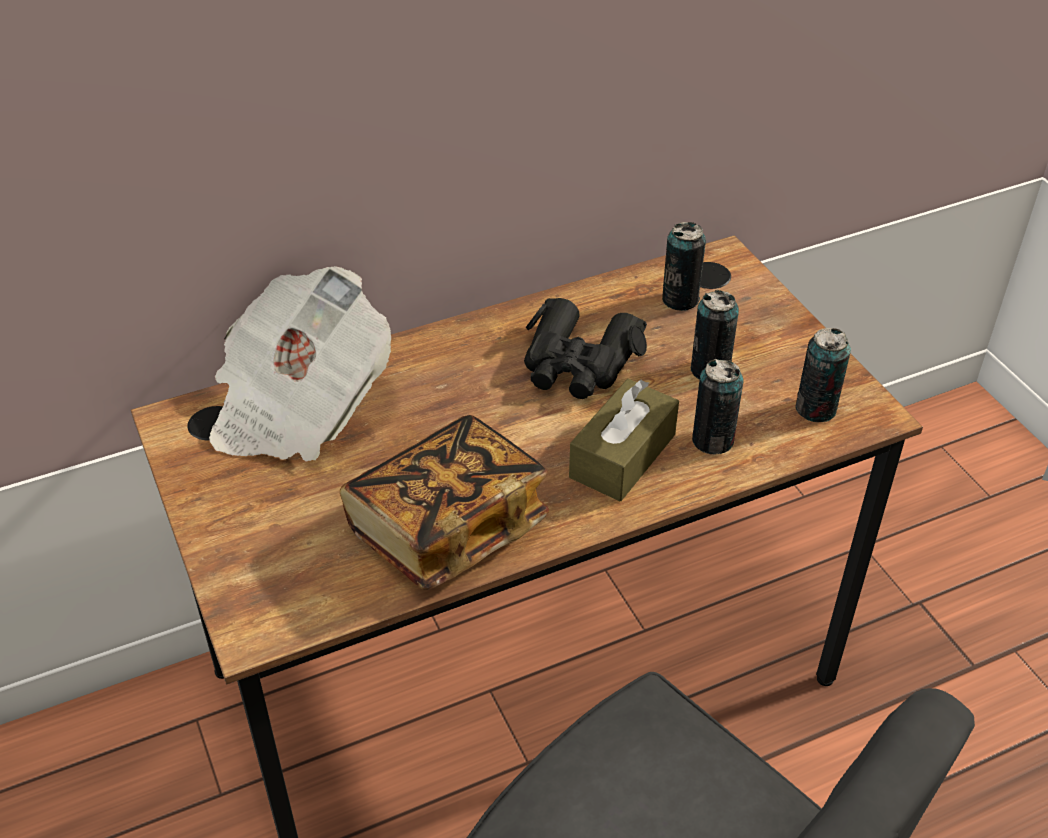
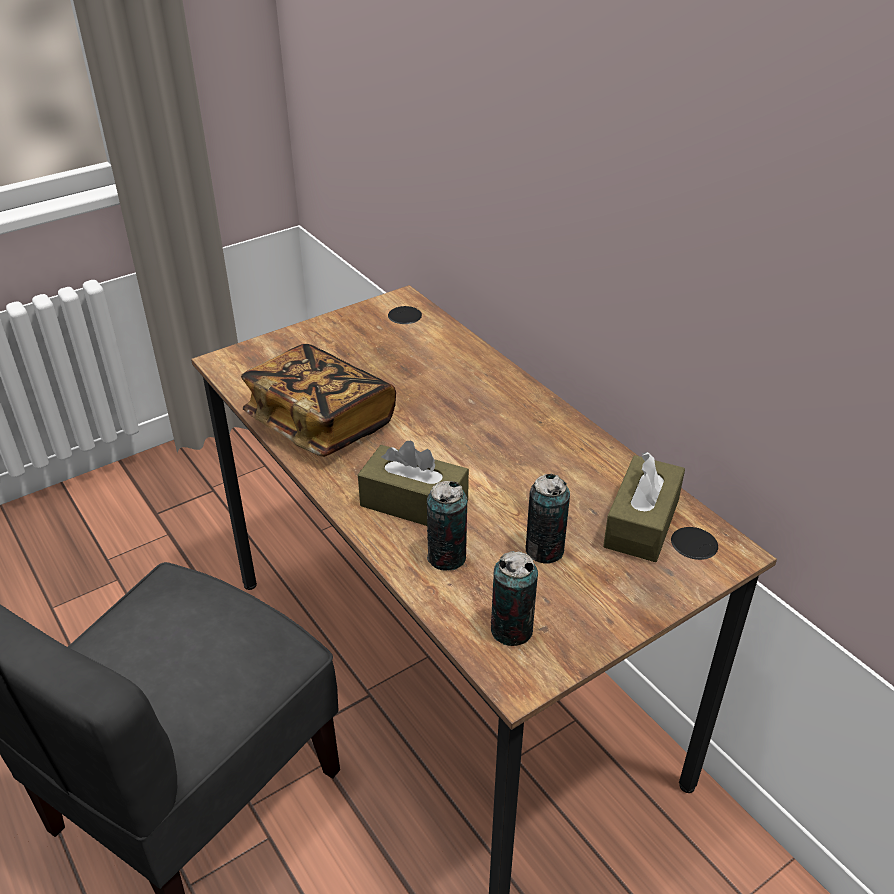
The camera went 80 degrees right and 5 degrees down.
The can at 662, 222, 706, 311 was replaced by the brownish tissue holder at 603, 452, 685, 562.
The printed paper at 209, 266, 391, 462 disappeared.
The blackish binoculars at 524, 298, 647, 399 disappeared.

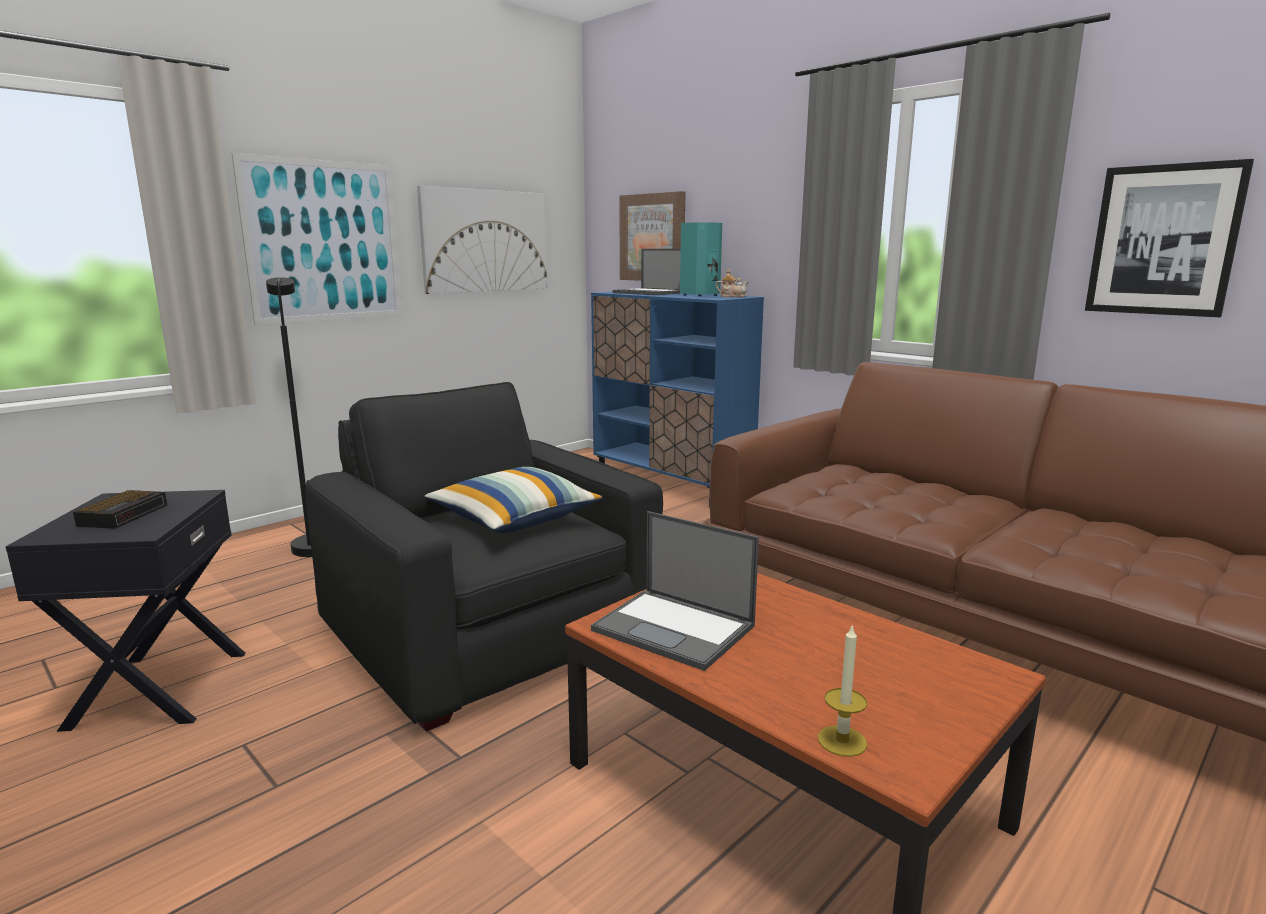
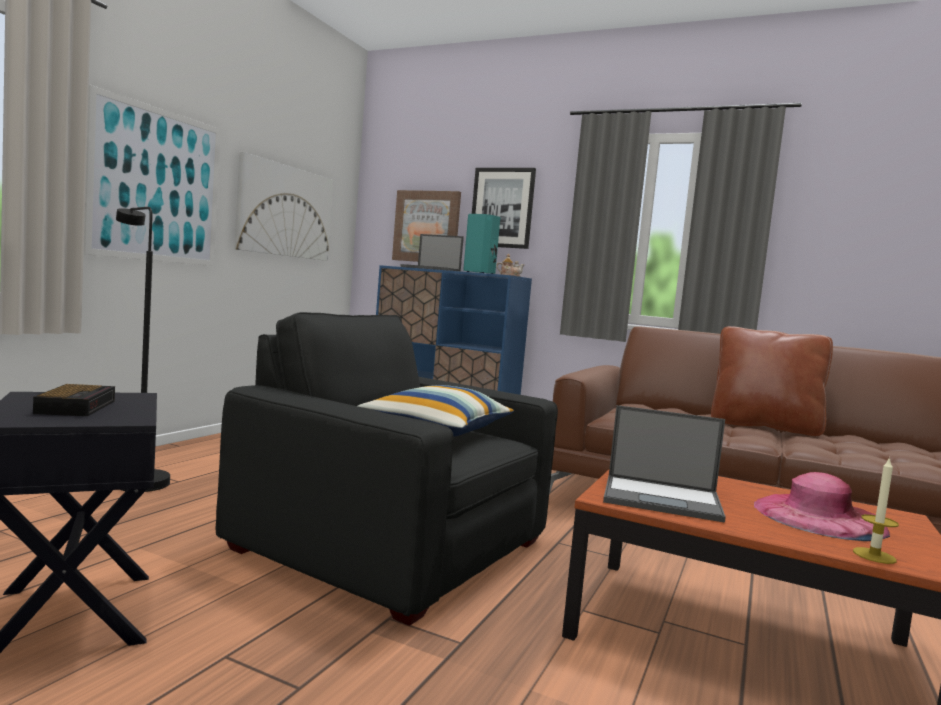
The camera went 20 degrees left and 10 degrees down.
The wall art moved from 1085, 159, 1254, 317 to 472, 168, 536, 249.
The brownish pillow at 711, 326, 833, 436 appeared.
The pink clothing hat at 754, 472, 890, 541 appeared.

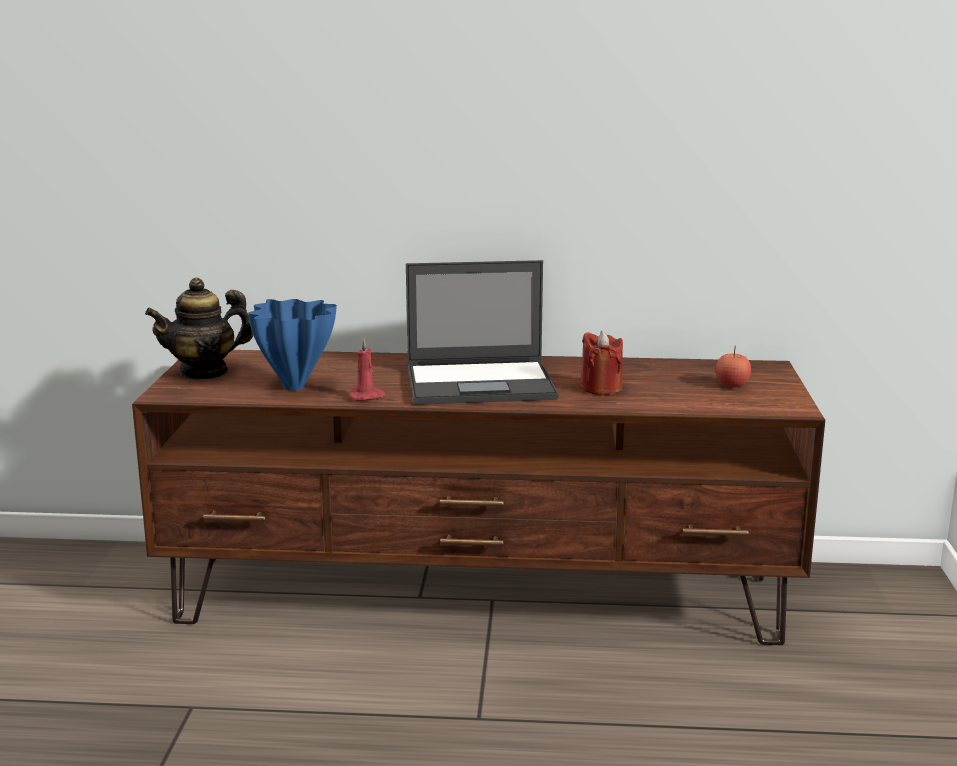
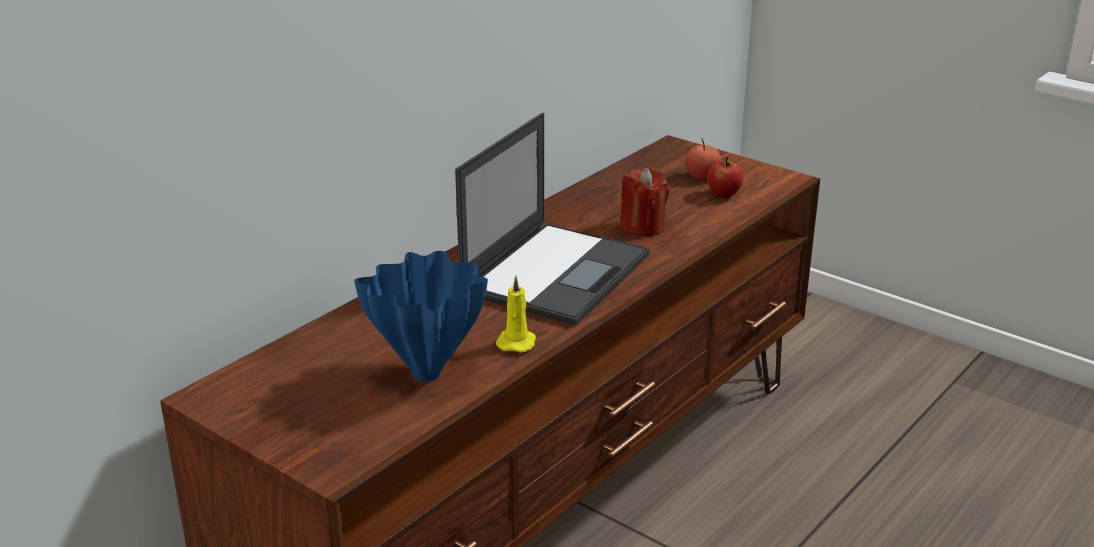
The camera went 55 degrees left and 10 degrees up.
The tea pot at 145, 277, 253, 380 disappeared.
The red-coloured wax light at 348, 338, 385, 400 became the yellow wax light at 496, 276, 536, 353.
The apple at 707, 156, 743, 198 appeared.

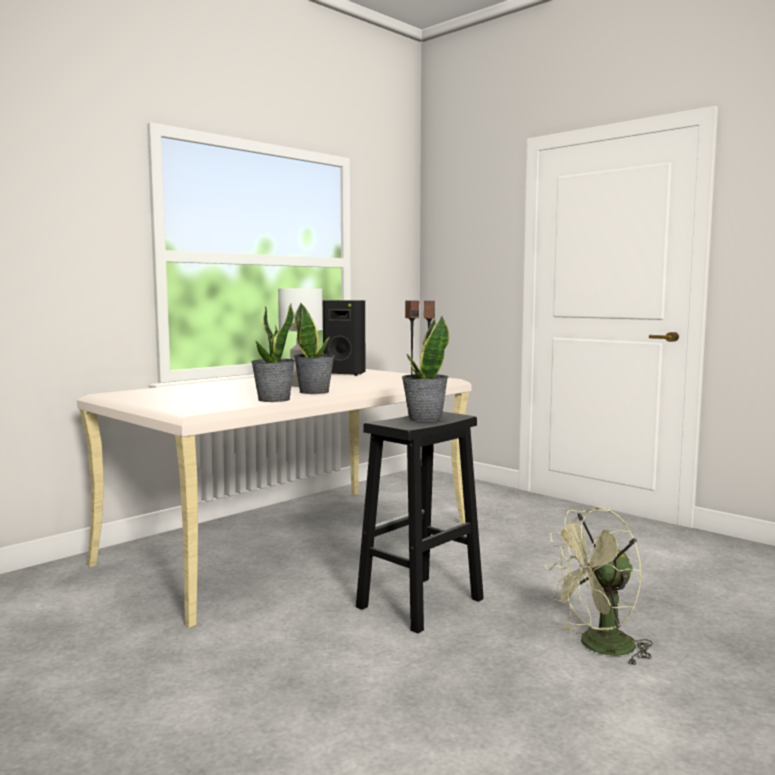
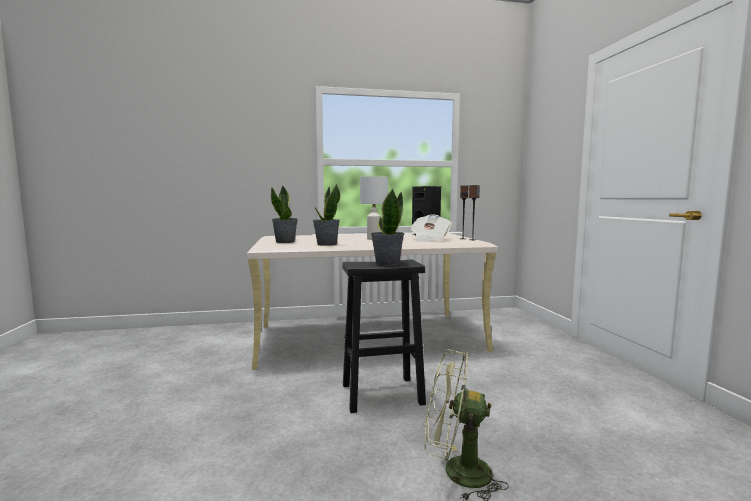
The camera went 35 degrees right and 0 degrees up.
The houseplant moved from 294, 303, 335, 394 to 271, 185, 297, 243.
The printed paper at 410, 214, 452, 242 appeared.

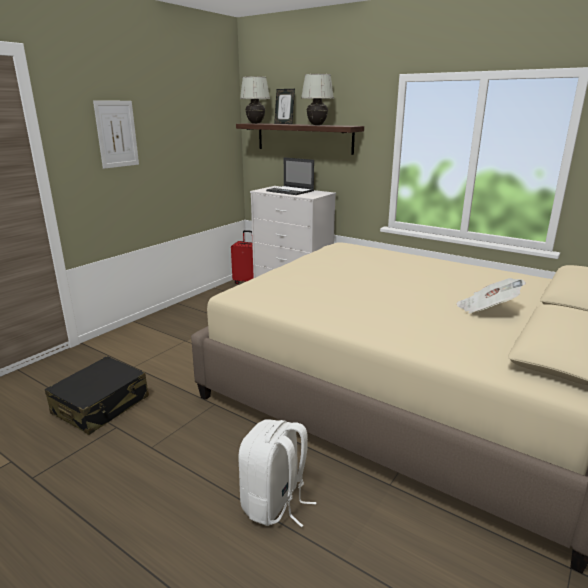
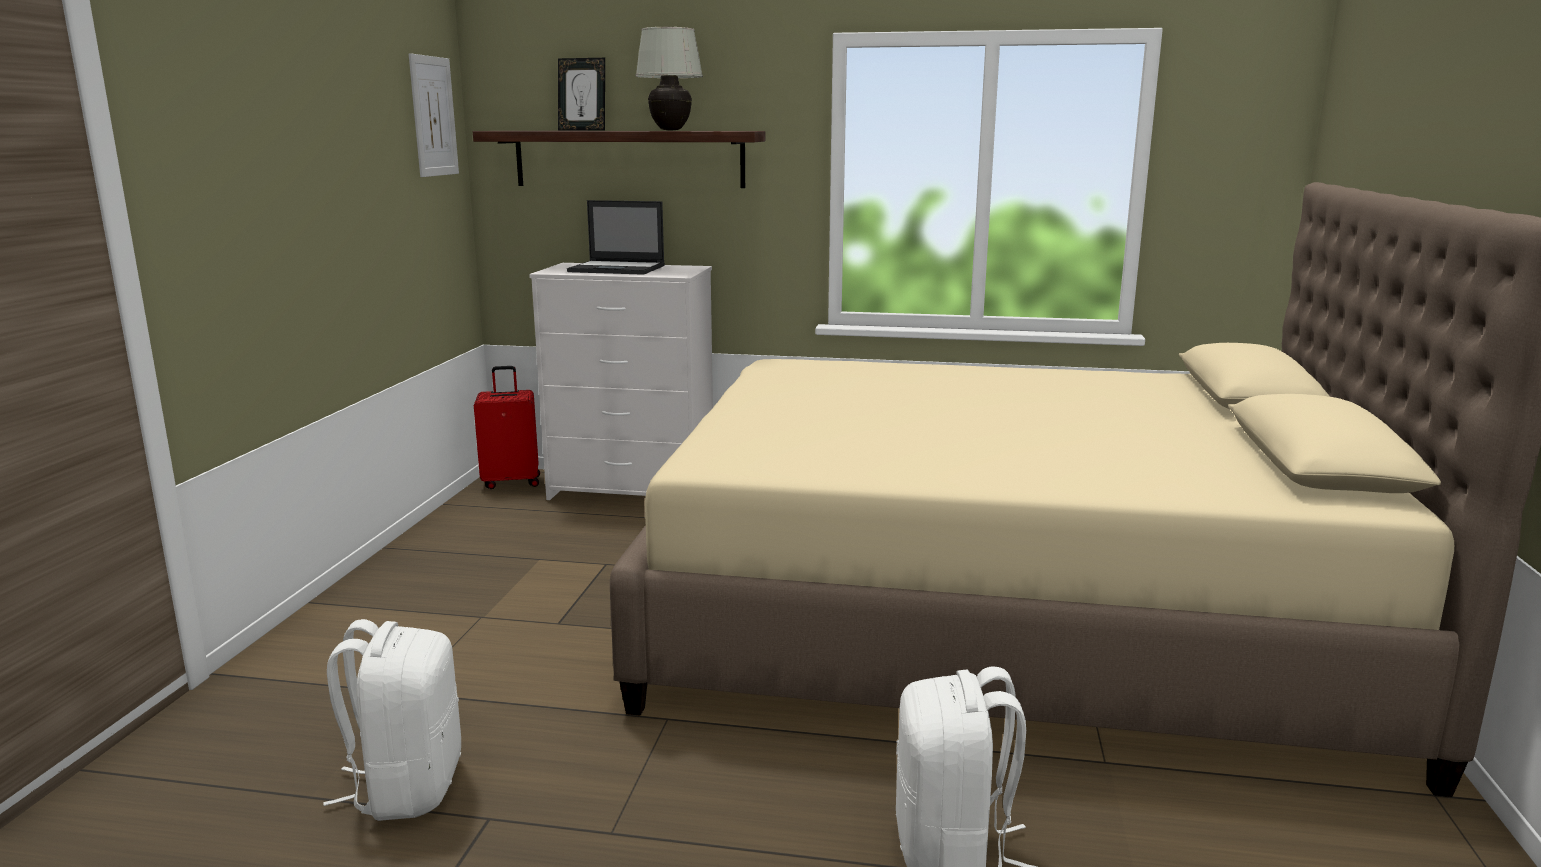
The camera went 25 degrees left and 5 degrees down.
The whitish tabletop lamp at 240, 76, 270, 124 disappeared.
The wall art moved from 93, 100, 139, 169 to 409, 53, 459, 177.
The printed paper at 456, 278, 526, 313 disappeared.
The blackish piece of luggage at 45, 356, 149, 435 was replaced by the whitish rucksack at 324, 619, 461, 821.

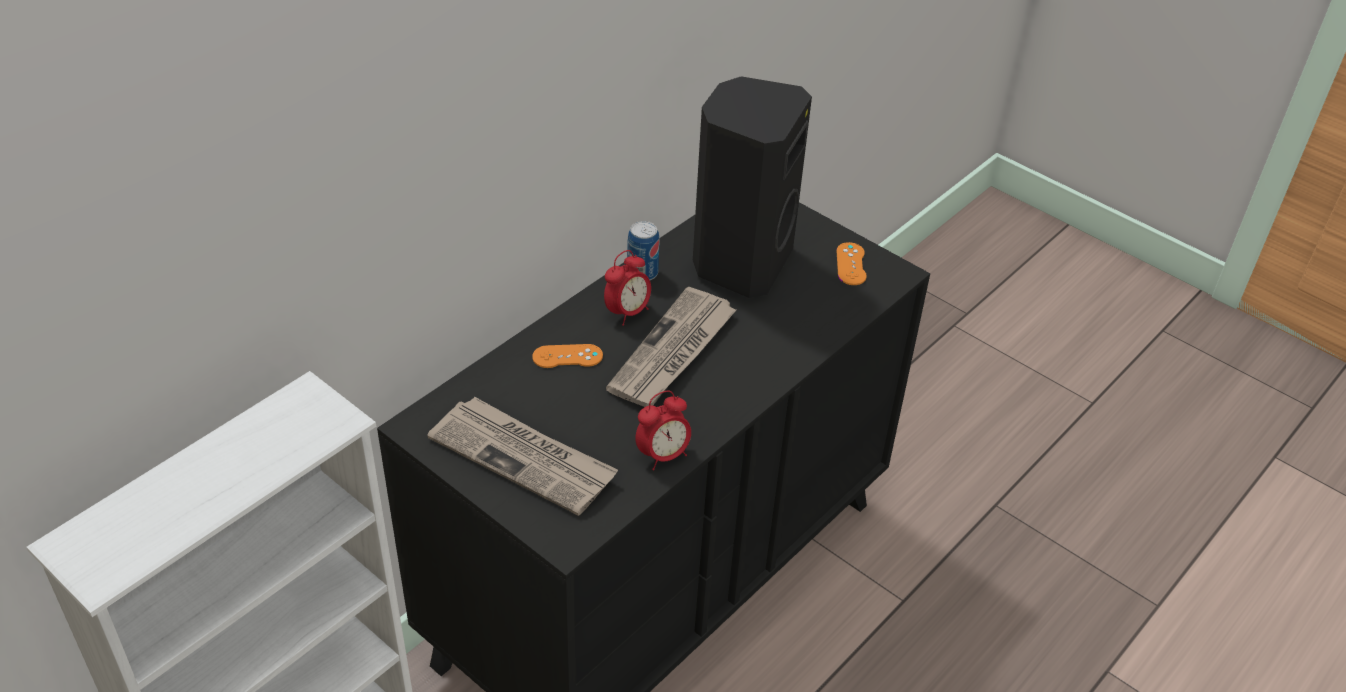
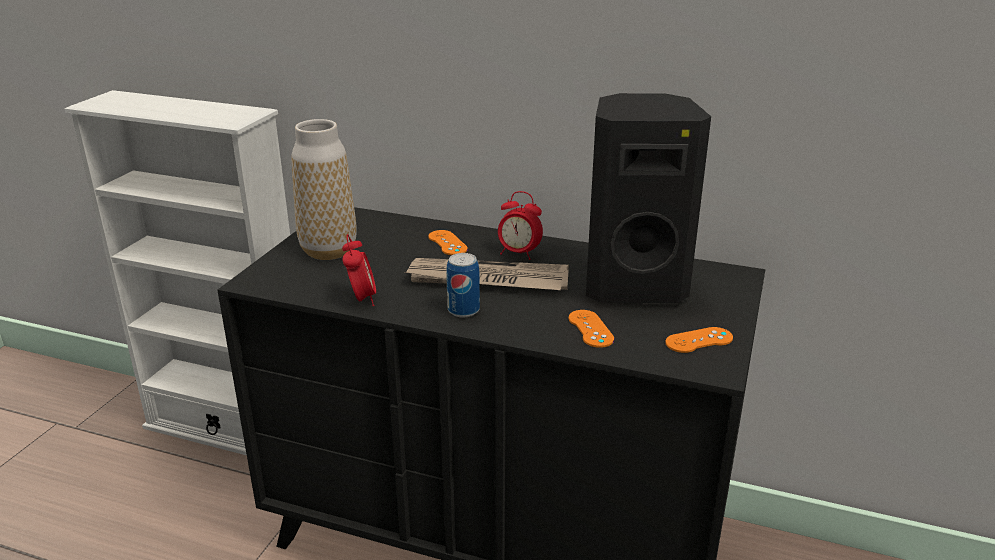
The camera went 70 degrees right and 15 degrees down.
The can moved from 627, 221, 660, 280 to 446, 253, 480, 318.
The bedside clock at 635, 391, 691, 470 turned 135 degrees counterclockwise.
The printed paper at 427, 397, 618, 516 was replaced by the flower vase at 291, 119, 357, 260.
The orangey game controller at 569, 310, 614, 348 appeared.

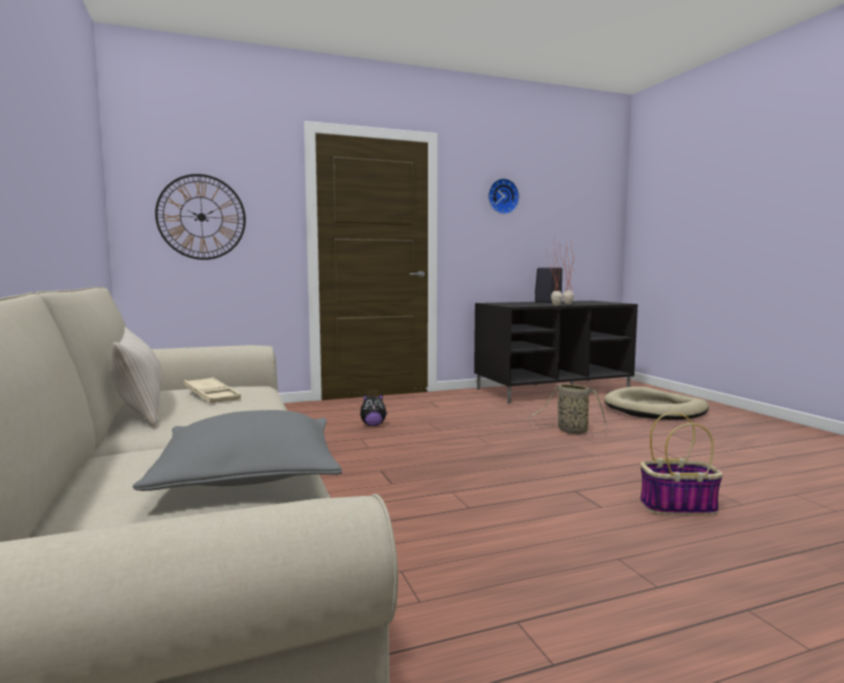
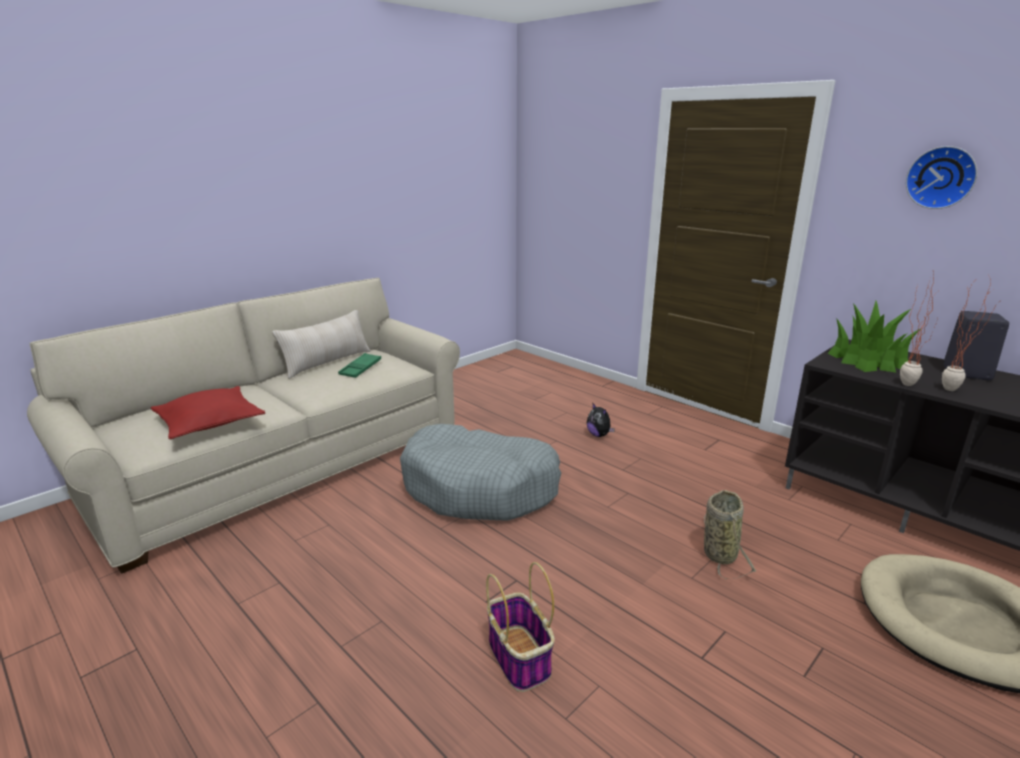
The camera went 65 degrees right and 15 degrees up.
The hanging clock at 155, 174, 246, 260 disappeared.
The beige tray at 184, 377, 241, 403 became the greenish tray at 338, 353, 381, 378.
The greyish pillow at 133, 410, 342, 491 became the red-coloured pillow at 151, 386, 265, 440.
The houseplant at 827, 301, 920, 373 appeared.
The greyish dog bed at 400, 424, 561, 521 appeared.

